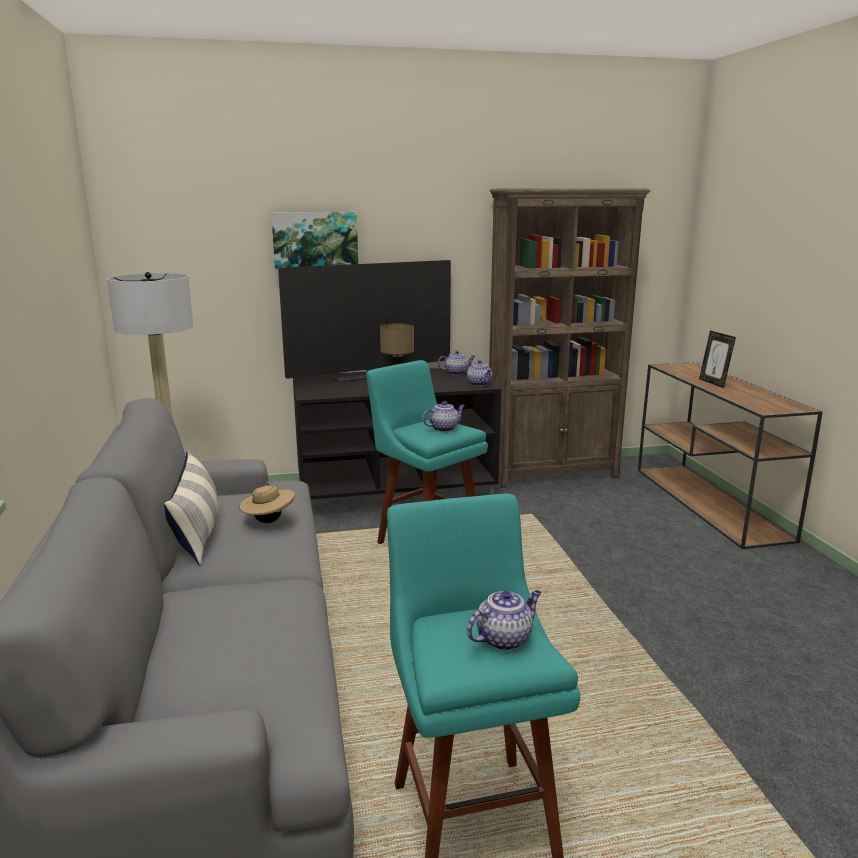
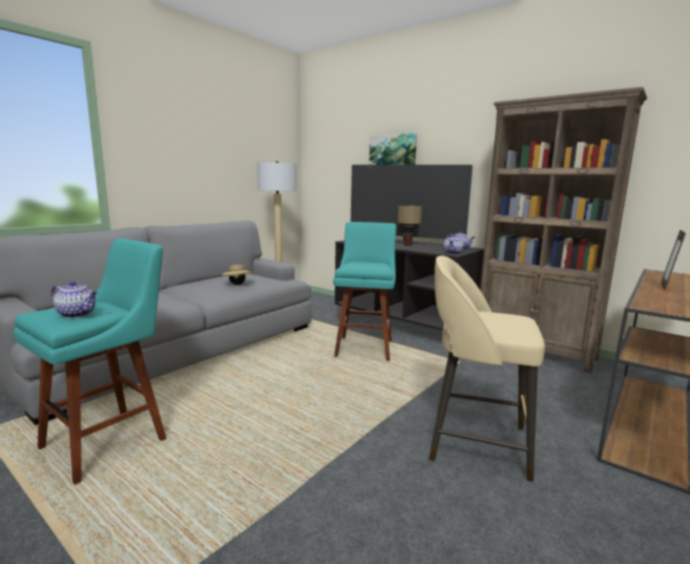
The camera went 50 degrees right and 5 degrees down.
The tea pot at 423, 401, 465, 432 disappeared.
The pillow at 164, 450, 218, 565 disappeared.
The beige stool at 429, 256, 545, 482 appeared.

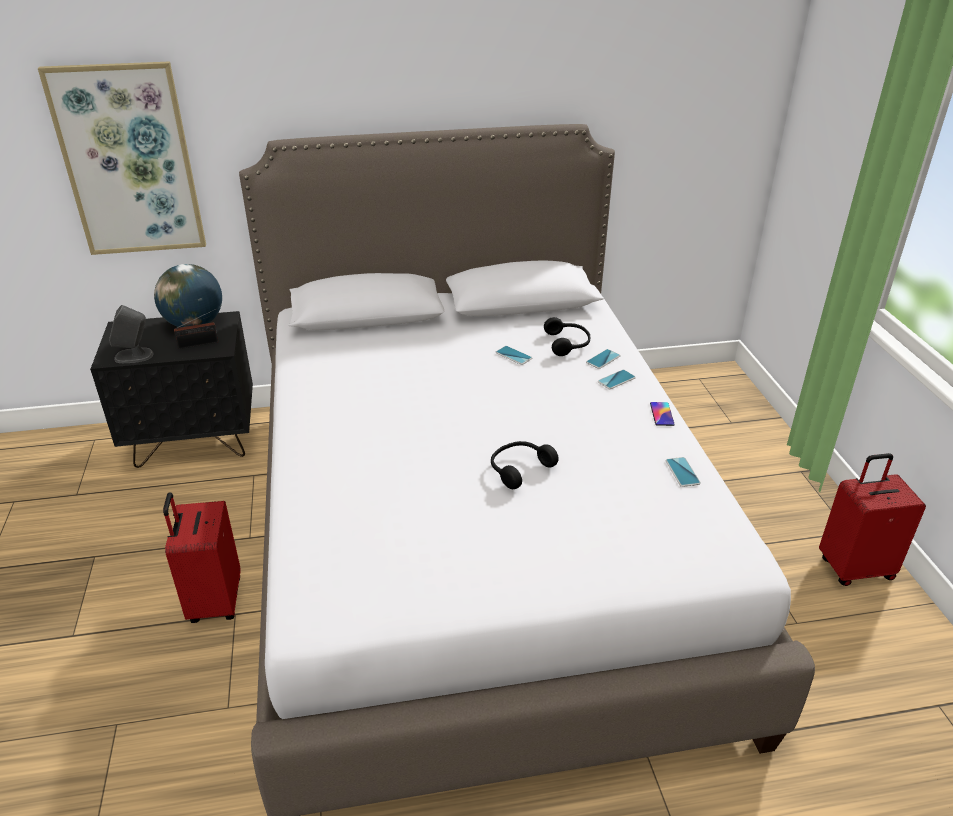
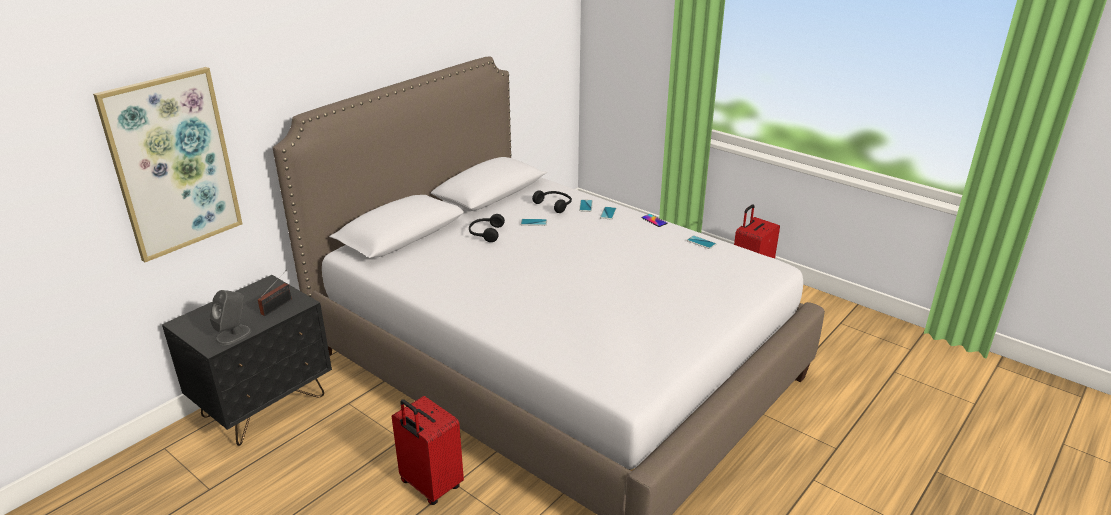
The camera went 40 degrees left and 5 degrees down.
The world globe at 154, 264, 222, 328 disappeared.
The blackish headset moved from 491, 441, 559, 489 to 469, 214, 505, 242.

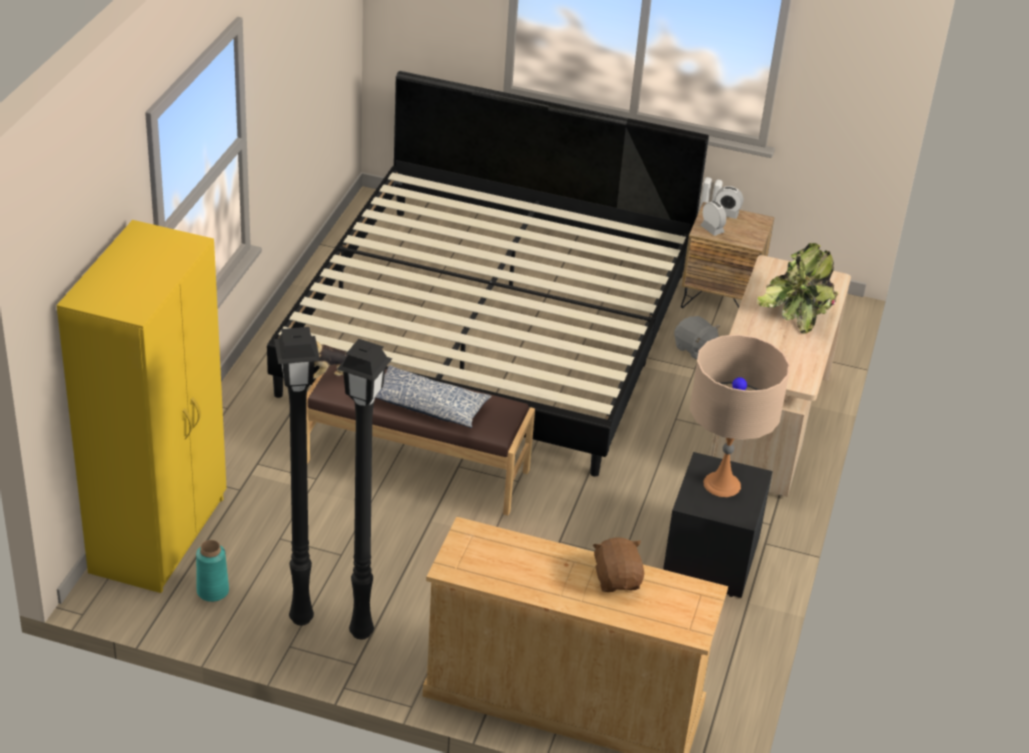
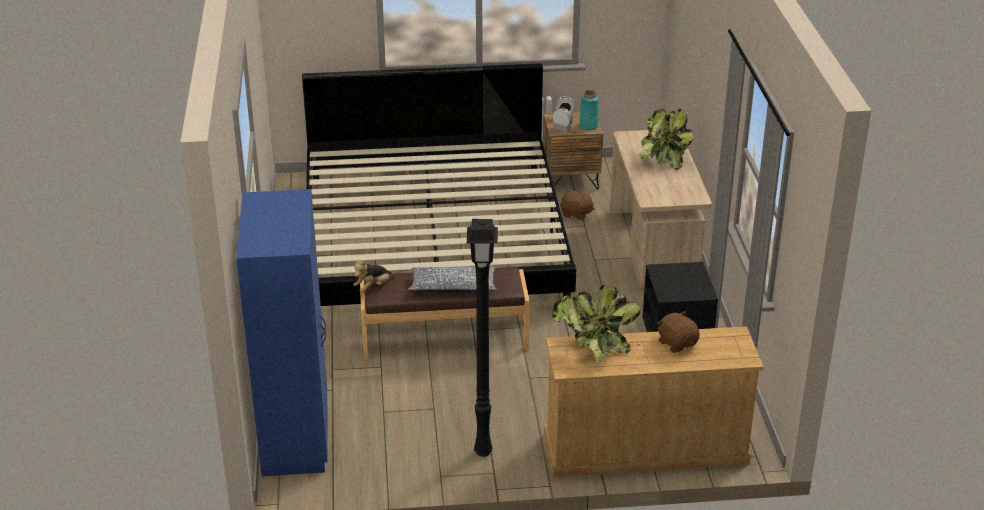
The camera went 20 degrees left and 5 degrees down.
The yellow armoire at 56, 220, 226, 593 became the blue armoire at 236, 189, 327, 476.
The greyish cuddly toy at 674, 316, 720, 359 became the brownish cuddly toy at 560, 191, 595, 220.
The blackish standing lamp at 274, 327, 320, 626 disappeared.
The beige tabletop lamp at 690, 335, 790, 497 disappeared.
The turquoise-coloured flower vase moved from 196, 540, 229, 602 to 579, 90, 599, 130.
The houseplant at 552, 285, 641, 362 appeared.

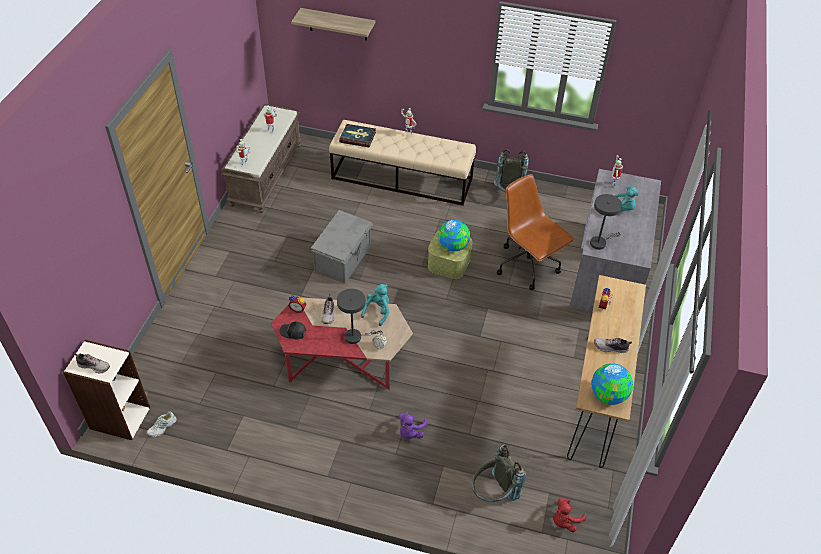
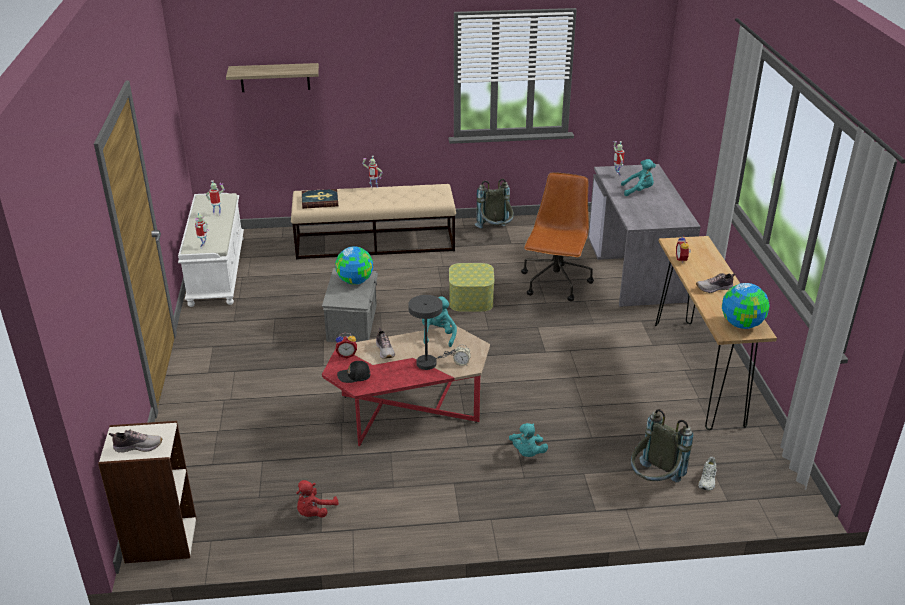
The camera went 20 degrees left and 15 degrees down.
The brownish long seat at 221, 104, 302, 213 became the whitish long seat at 178, 193, 244, 307.
The brownish computer chair at 497, 174, 575, 290 turned 75 degrees clockwise.
The greyish tabletop lamp at 590, 194, 622, 250 disappeared.
The world globe moved from 438, 220, 470, 251 to 335, 246, 373, 285.
The whitish shoe moved from 147, 411, 177, 437 to 698, 457, 717, 491.
The purple-coloured cuddly toy at 398, 412, 427, 439 became the turquoise-coloured cuddly toy at 509, 423, 548, 457.
The red-coloured cuddly toy moved from 553, 498, 586, 532 to 296, 480, 338, 517.

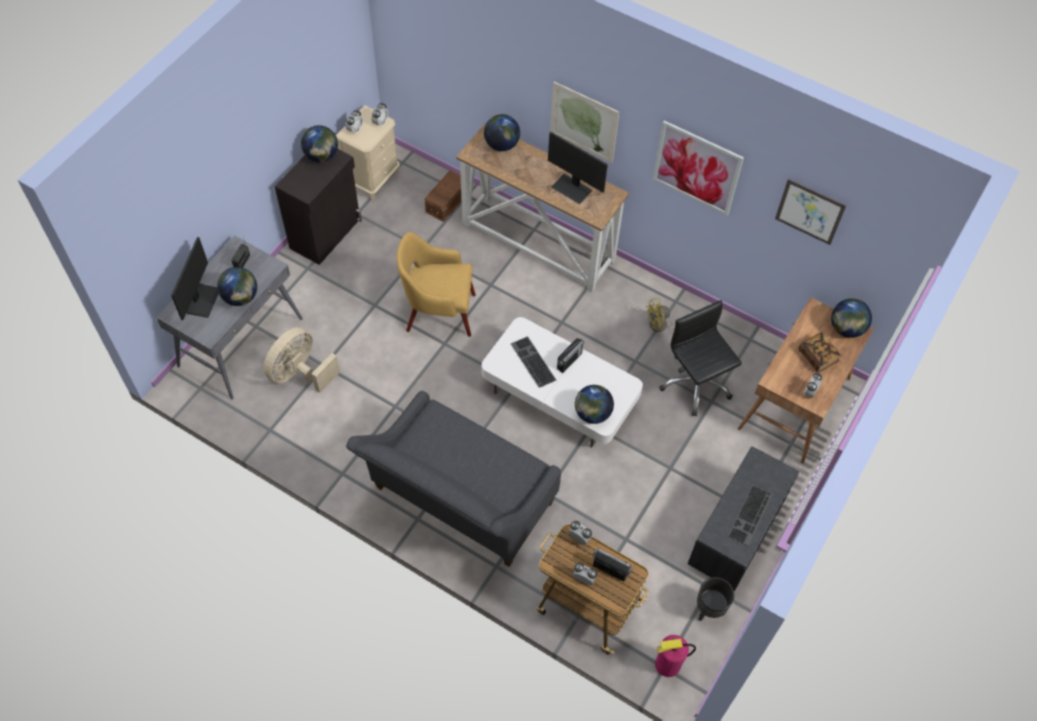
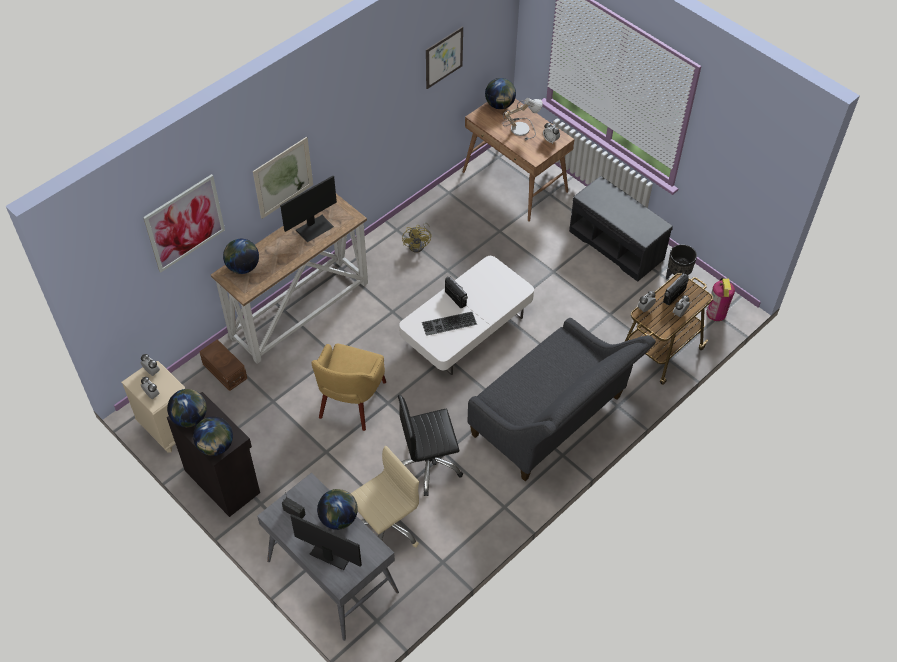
The camera went 75 degrees left and 5 degrees down.
The wall art moved from 653, 121, 744, 215 to 143, 174, 225, 273.
The blackish computer chair moved from 659, 300, 742, 416 to 398, 395, 463, 496.
The beige electric fan at 263, 327, 340, 393 was replaced by the beige computer chair at 350, 446, 419, 548.
The bound book at 799, 332, 841, 373 was replaced by the tabletop lamp at 503, 98, 543, 140.
The world globe moved from 575, 385, 614, 424 to 193, 417, 233, 456.
The computer keyboard at 728, 485, 772, 546 disappeared.

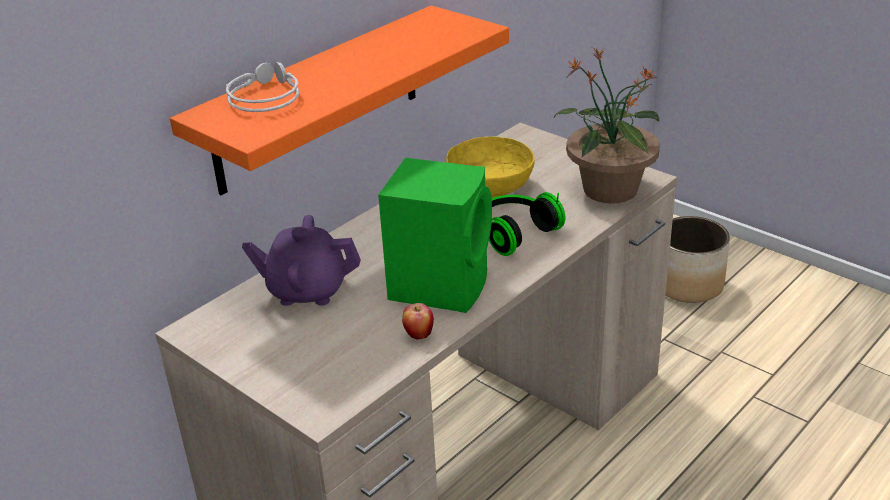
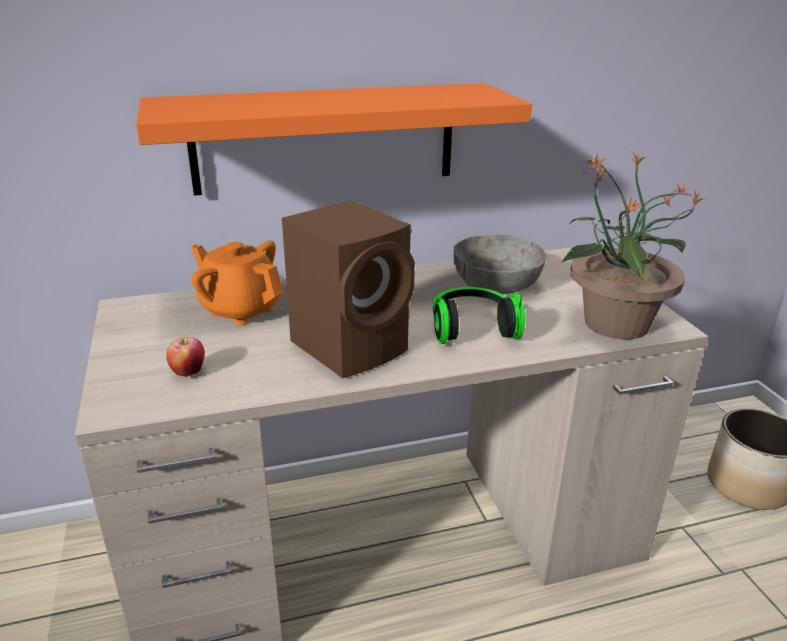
The camera went 30 degrees right and 5 degrees down.
The greyish headset at 226, 62, 299, 112 disappeared.
The yellow bowl at 446, 136, 535, 197 became the greyish bowl at 453, 235, 546, 294.
The greenish speaker at 378, 158, 492, 313 became the brownish speaker at 282, 200, 415, 379.
The purple-coloured tea pot at 242, 215, 361, 306 became the orangey tea pot at 191, 241, 283, 326.
The apple moved from 402, 303, 434, 340 to 166, 337, 205, 377.

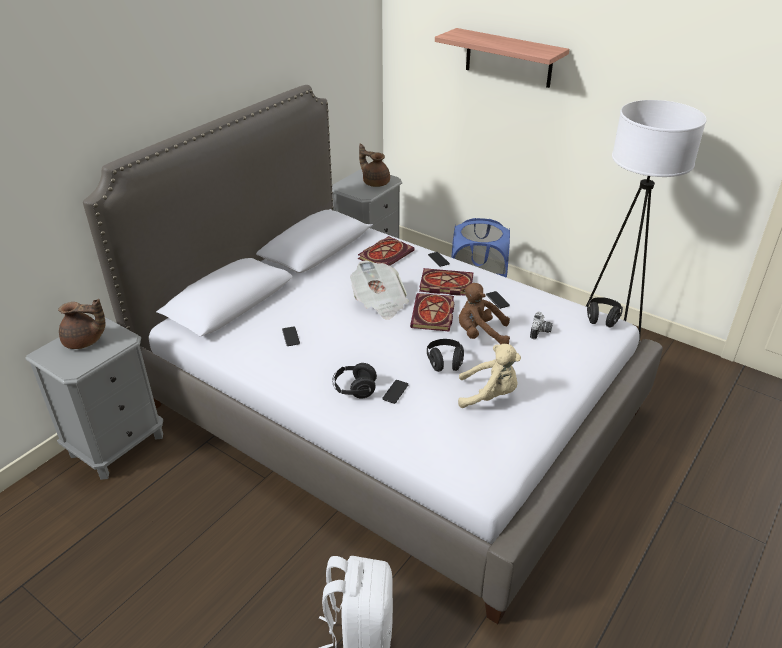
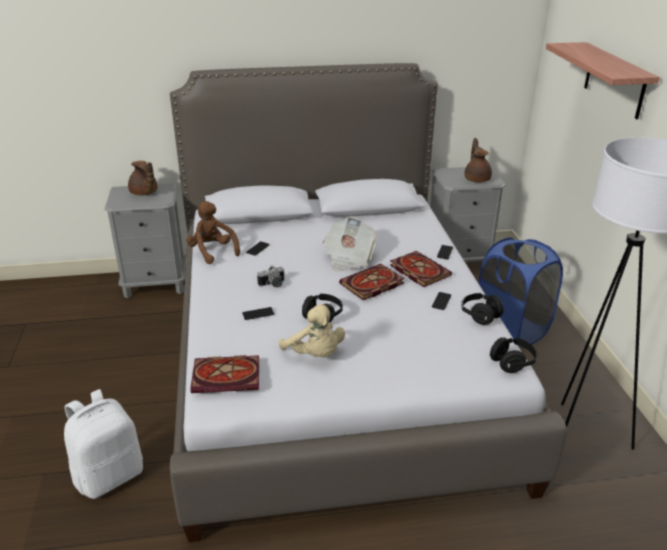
The camera went 45 degrees right and 5 degrees down.
The bound book moved from 358, 236, 415, 266 to 190, 355, 259, 393.
The brownish cuddly toy moved from 459, 283, 510, 345 to 186, 201, 240, 264.
The still camera moved from 530, 312, 553, 340 to 257, 265, 284, 288.
The blackish headset moved from 332, 363, 377, 398 to 461, 293, 504, 325.

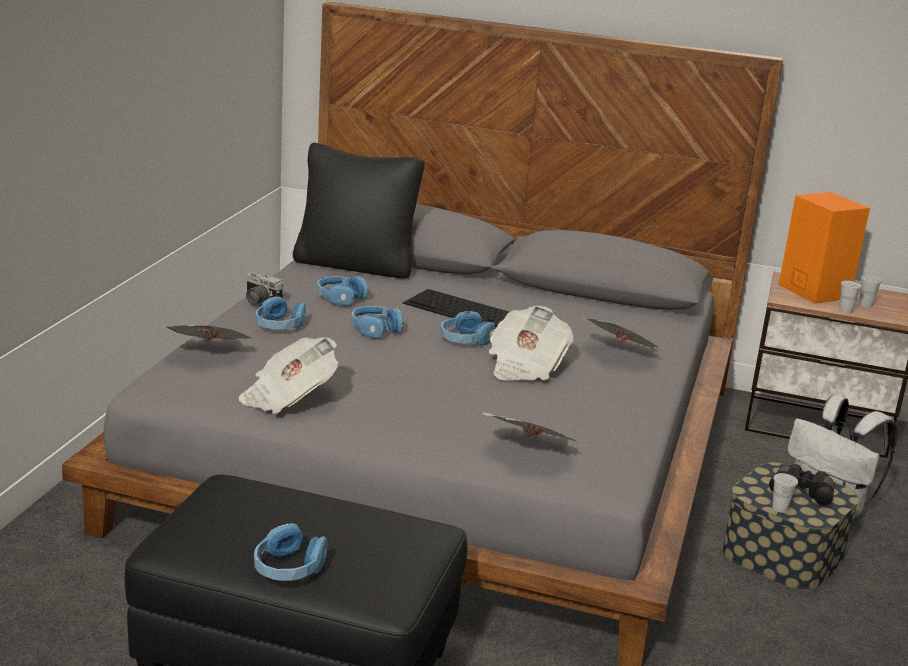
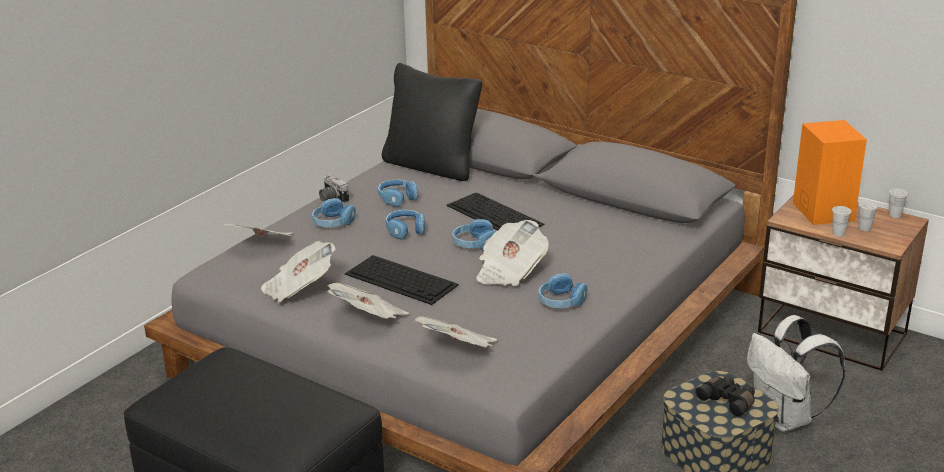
The camera went 20 degrees right and 5 degrees up.
The printed paper moved from 582, 317, 658, 348 to 327, 283, 409, 319.
The whitish drinking cup moved from 772, 473, 798, 513 to 889, 188, 908, 218.
The blue headset moved from 254, 523, 328, 581 to 539, 274, 588, 308.
The computer keyboard at 345, 255, 459, 305 appeared.

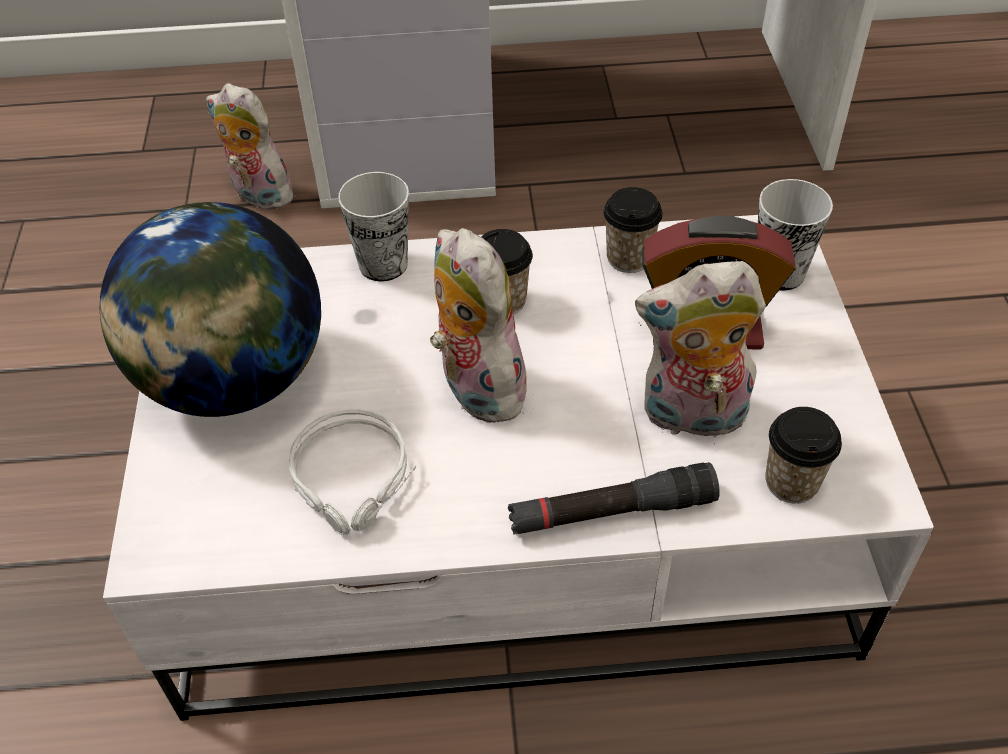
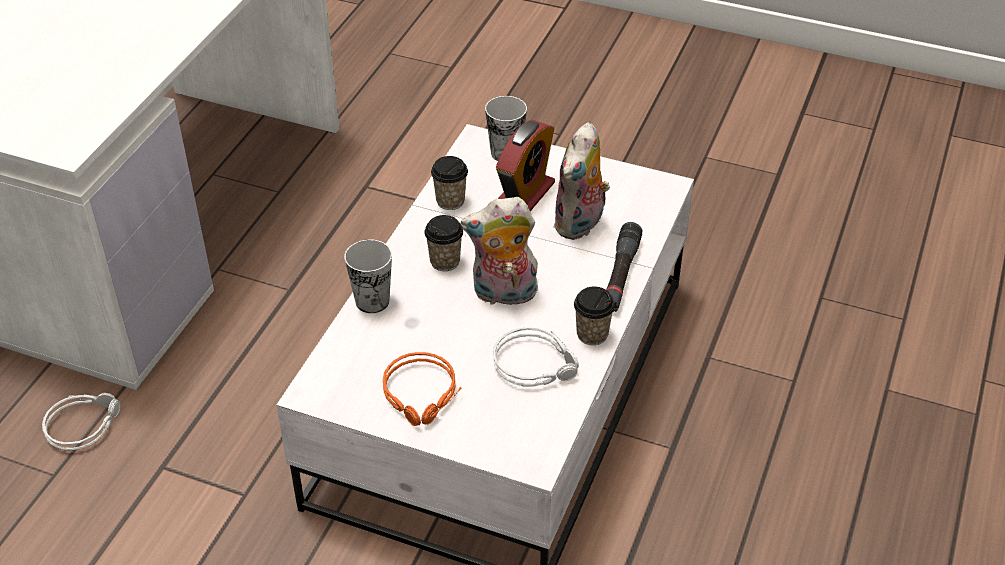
The camera went 65 degrees left and 5 degrees down.
The cuddly toy at 206, 83, 301, 210 was replaced by the greyish headset at 42, 393, 120, 450.
The world globe at 100, 202, 321, 417 was replaced by the orangey headset at 383, 352, 461, 426.
The drinking cup moved from 765, 407, 842, 504 to 574, 286, 615, 345.

